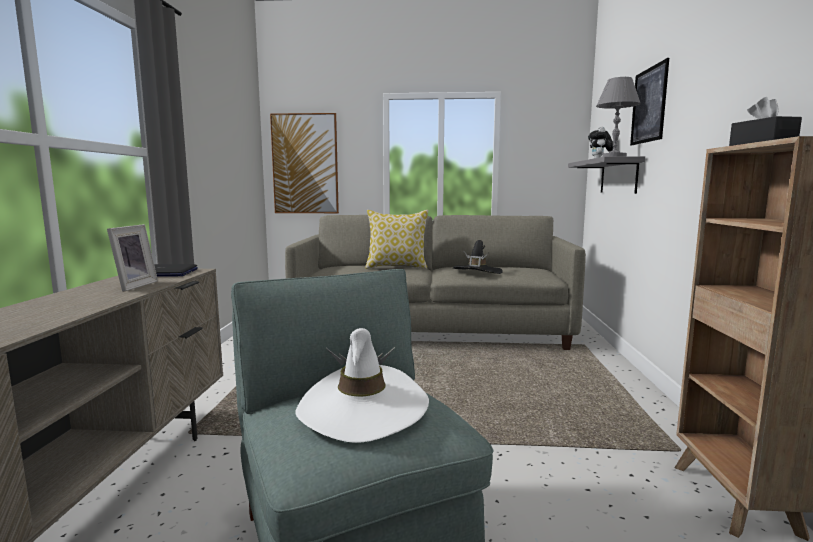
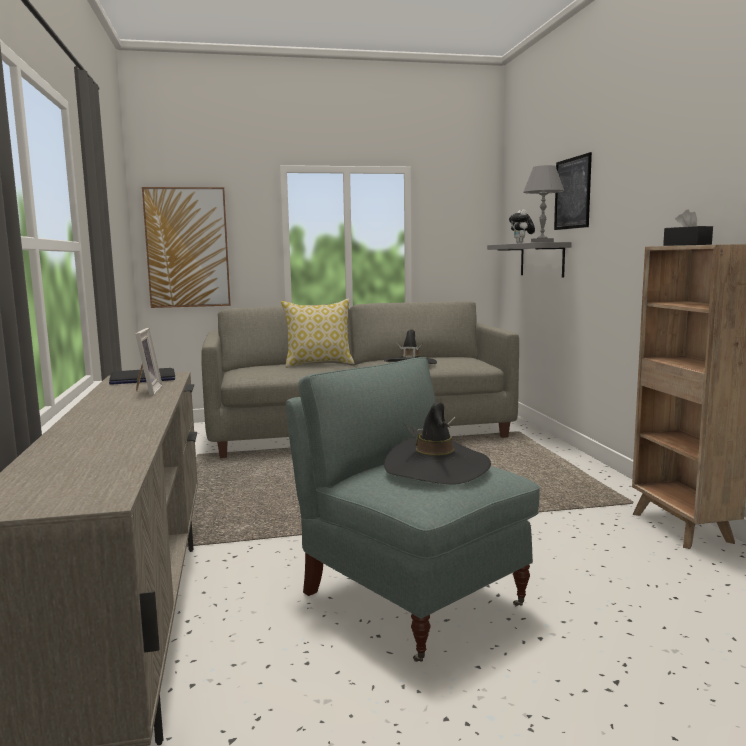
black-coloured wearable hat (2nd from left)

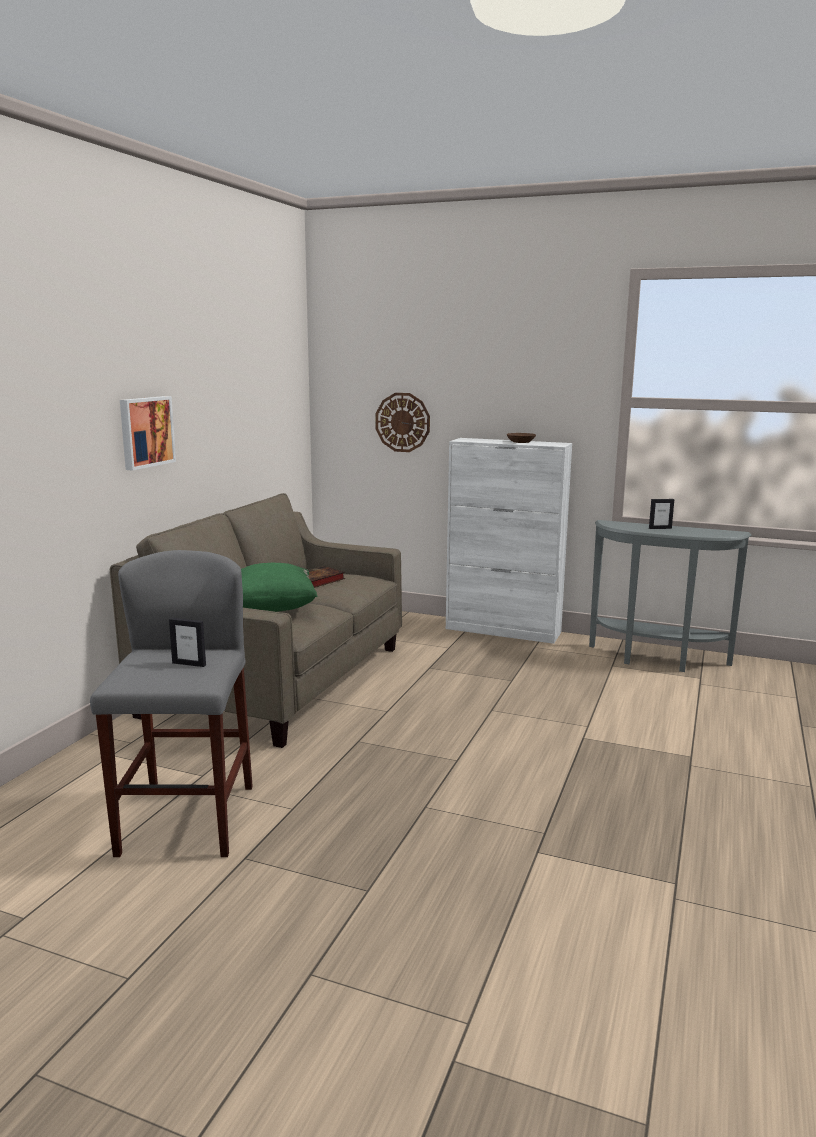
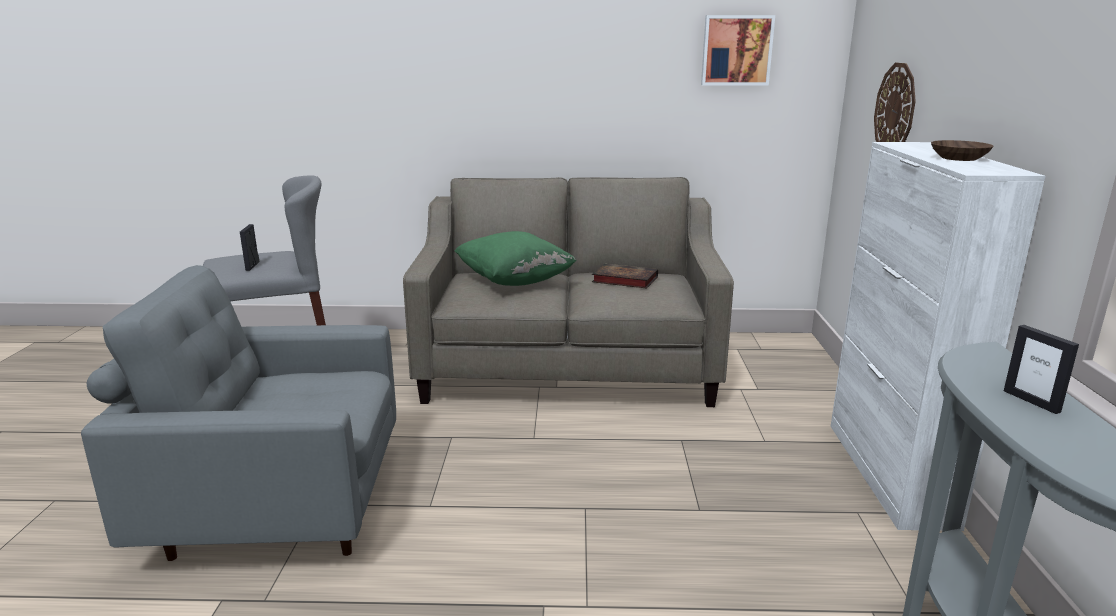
greyish easy chair; wall picture

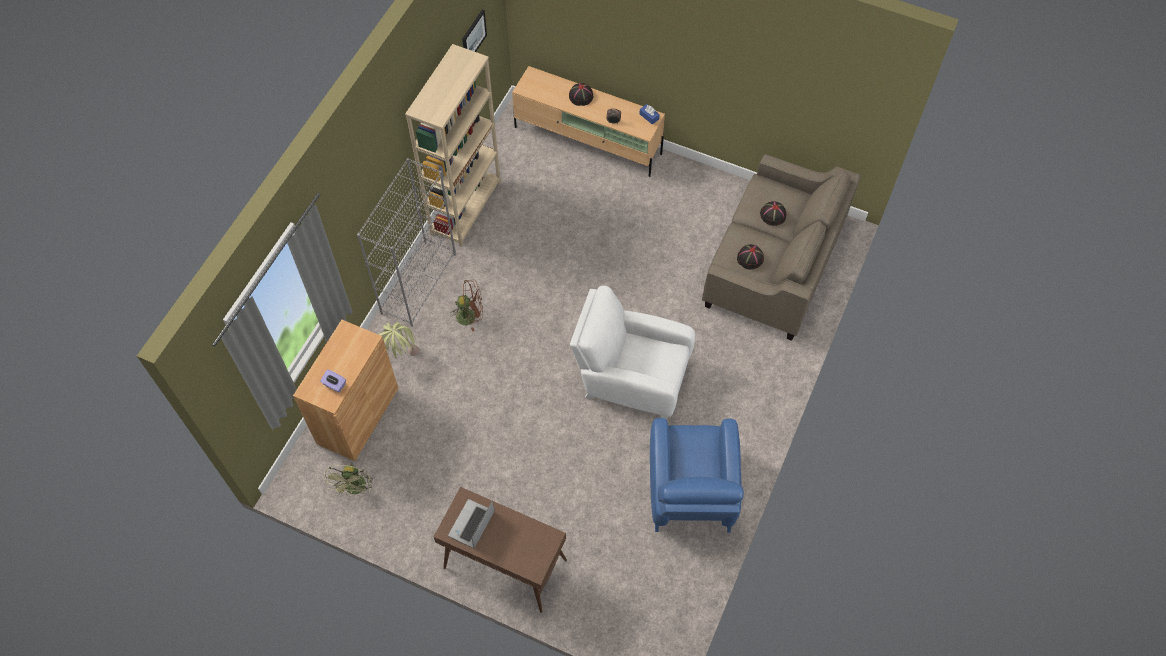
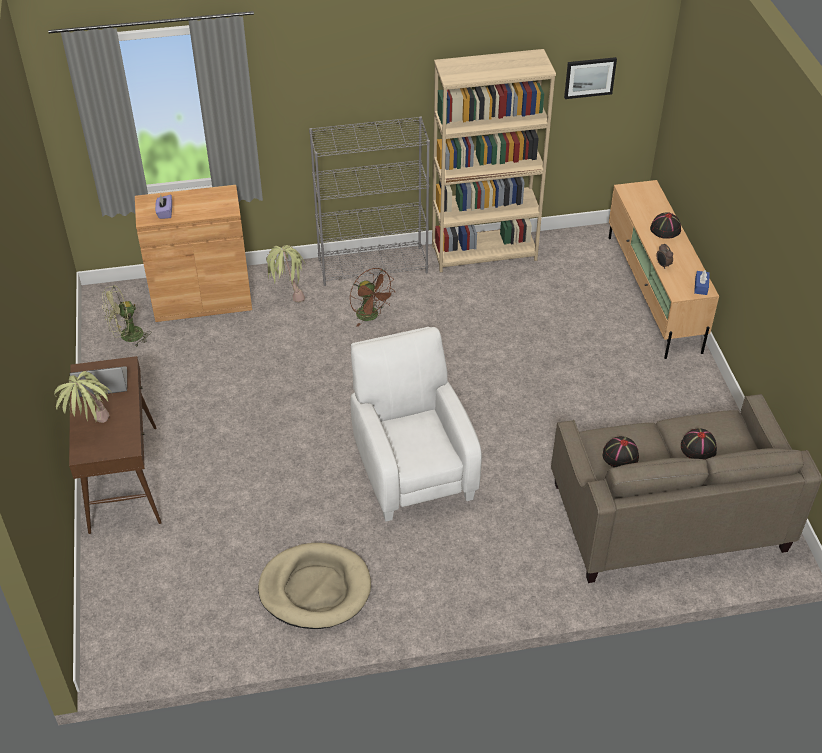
plant in a pot (1st from left); sand-coloured pet bed

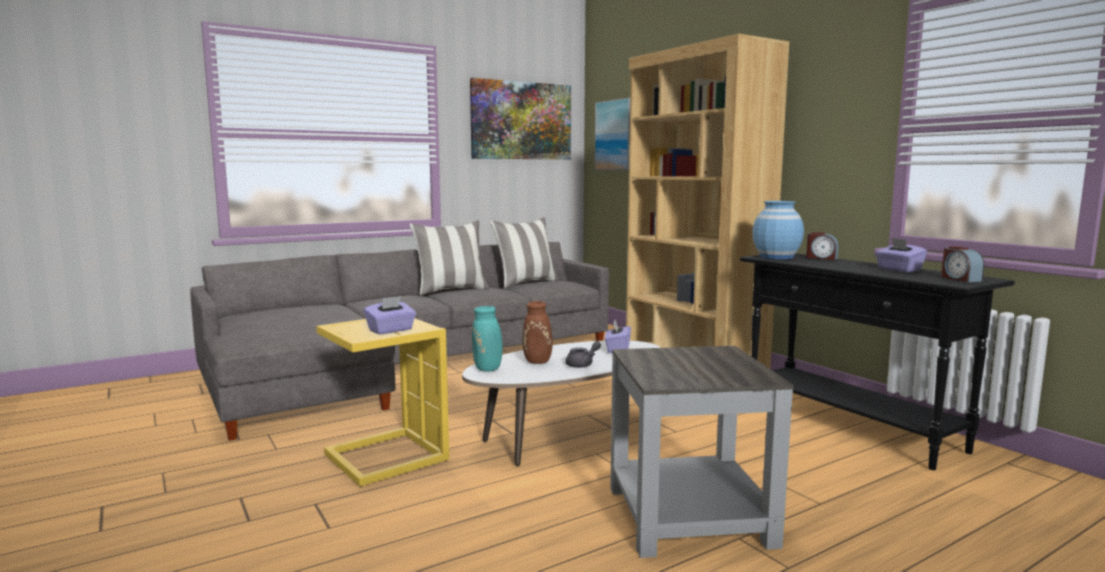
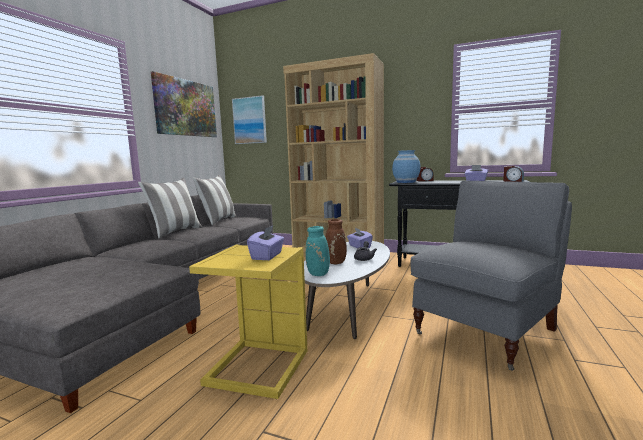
greyish easy chair

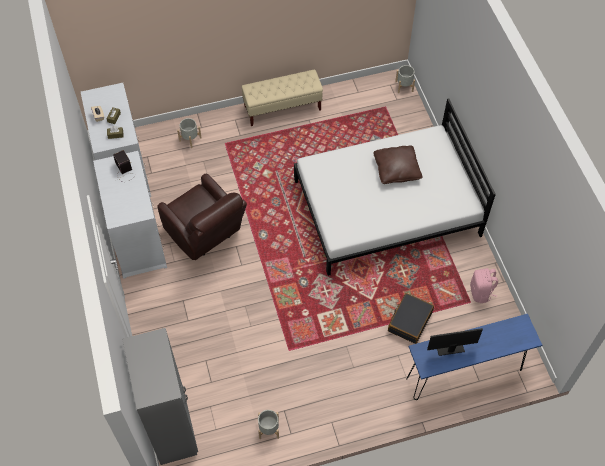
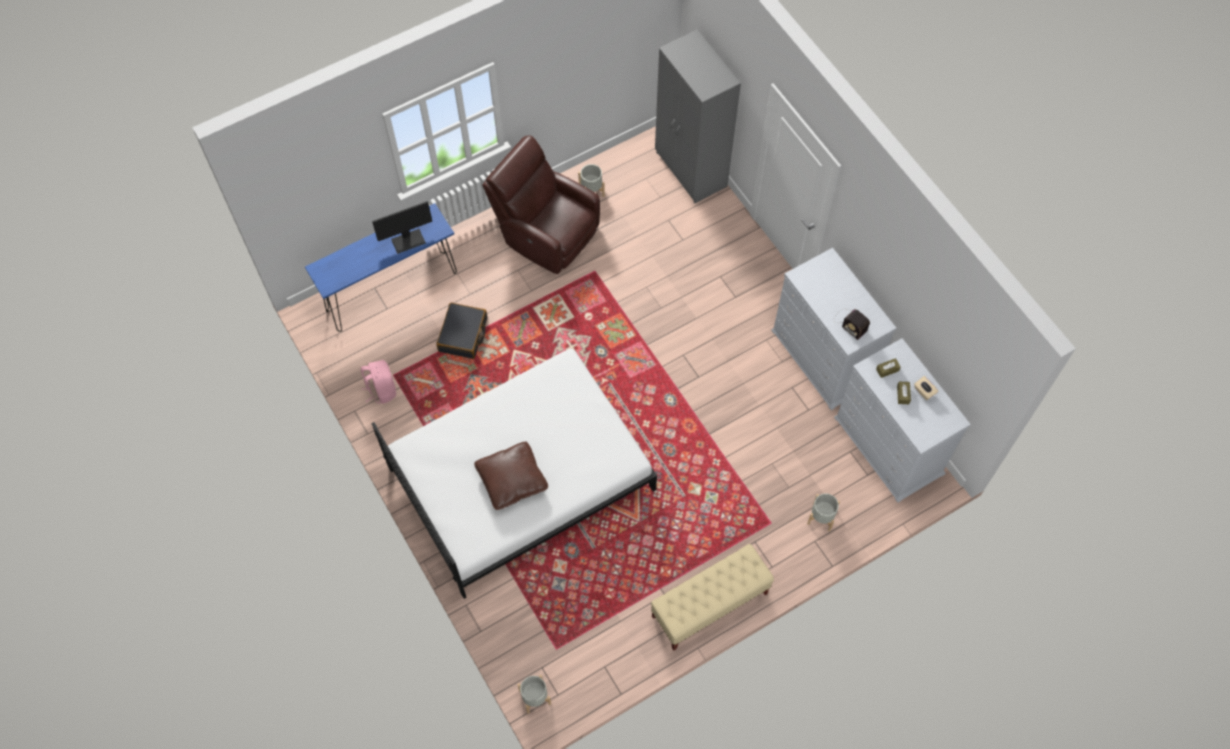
brown-coloured easy chair

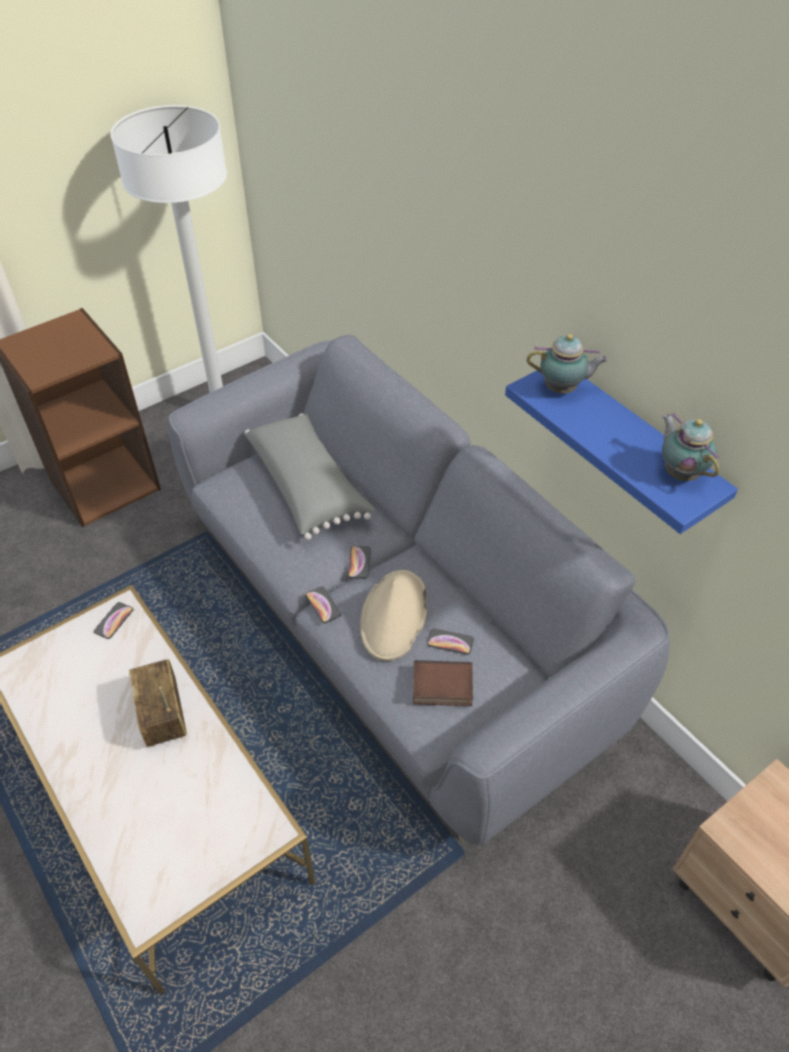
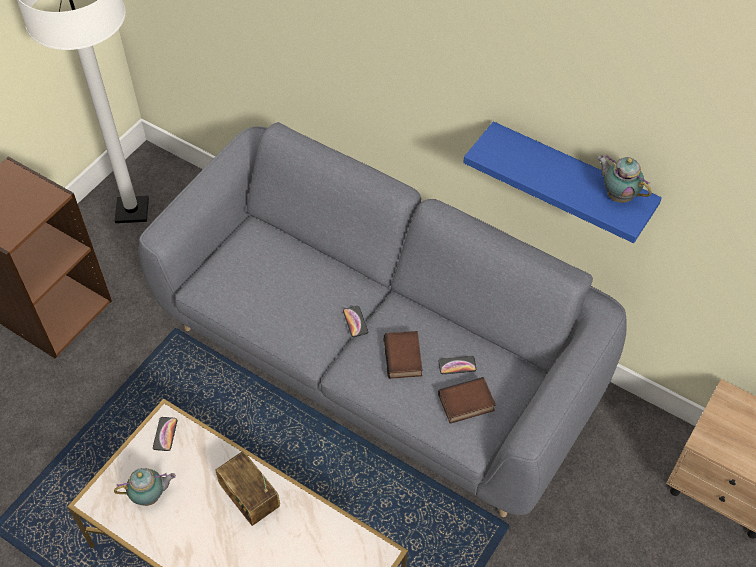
pot for tea (1st from left); book (1st from left); greyish pillow; handset (2nd from left in the first image)

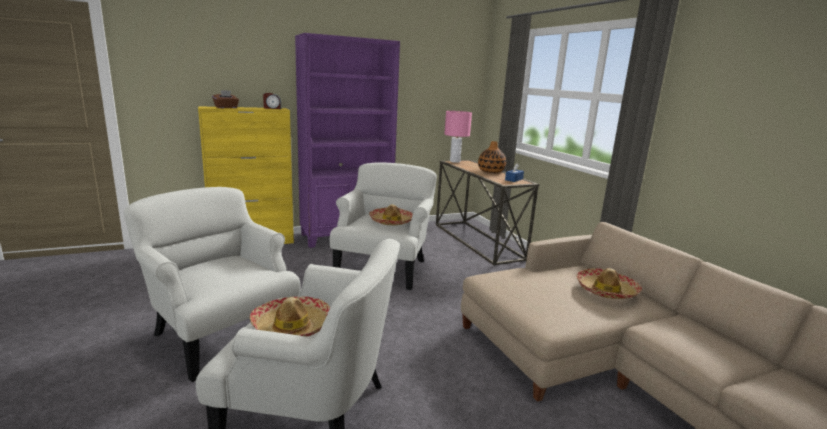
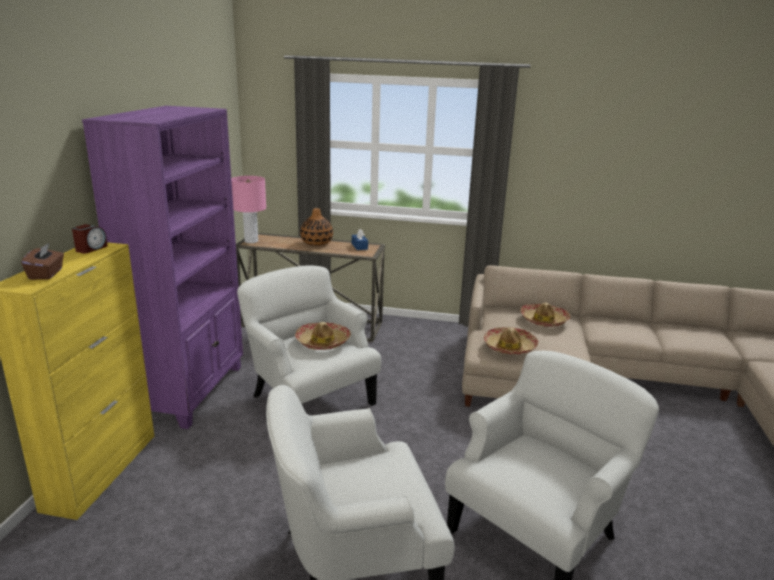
wearable hat (2nd from left)

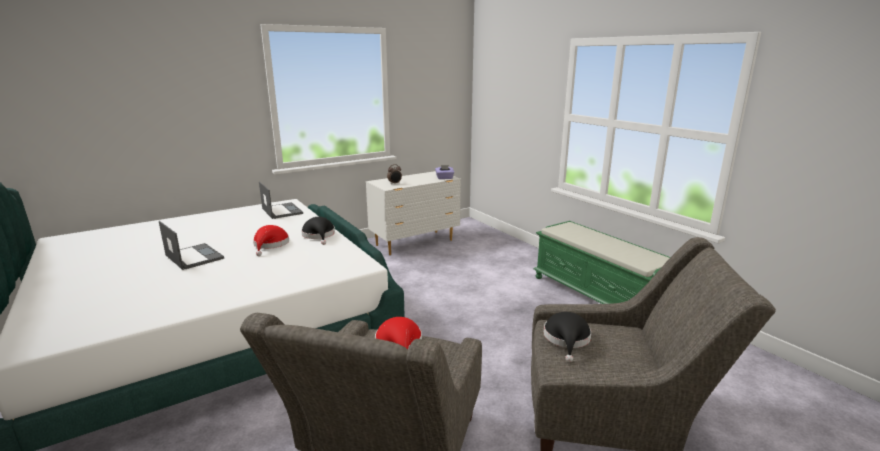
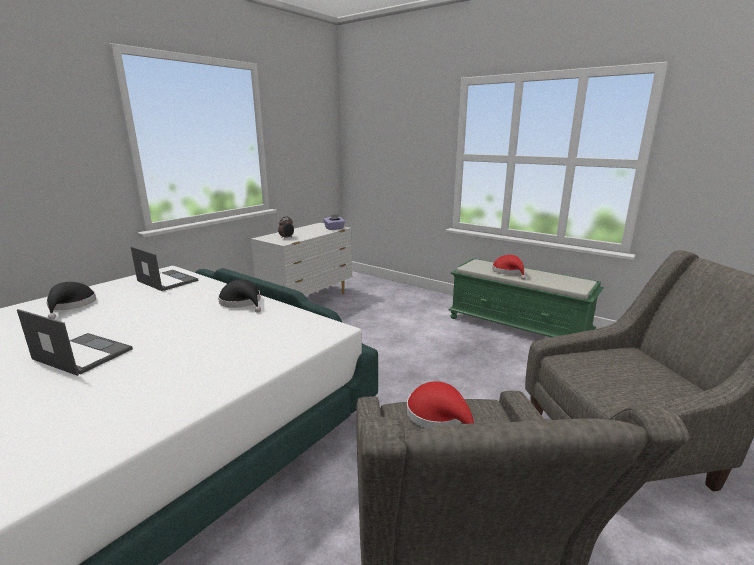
black-coloured wearable hat (1st from left); red-coloured wearable hat (2nd from left)

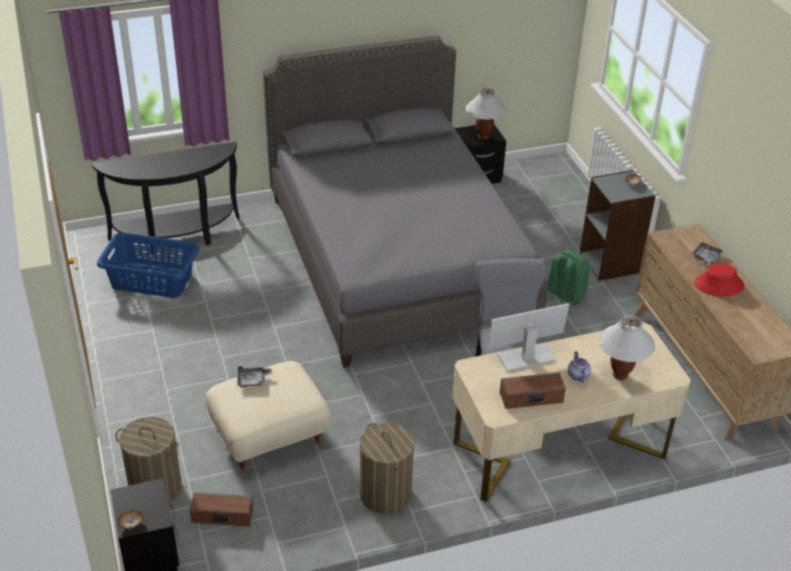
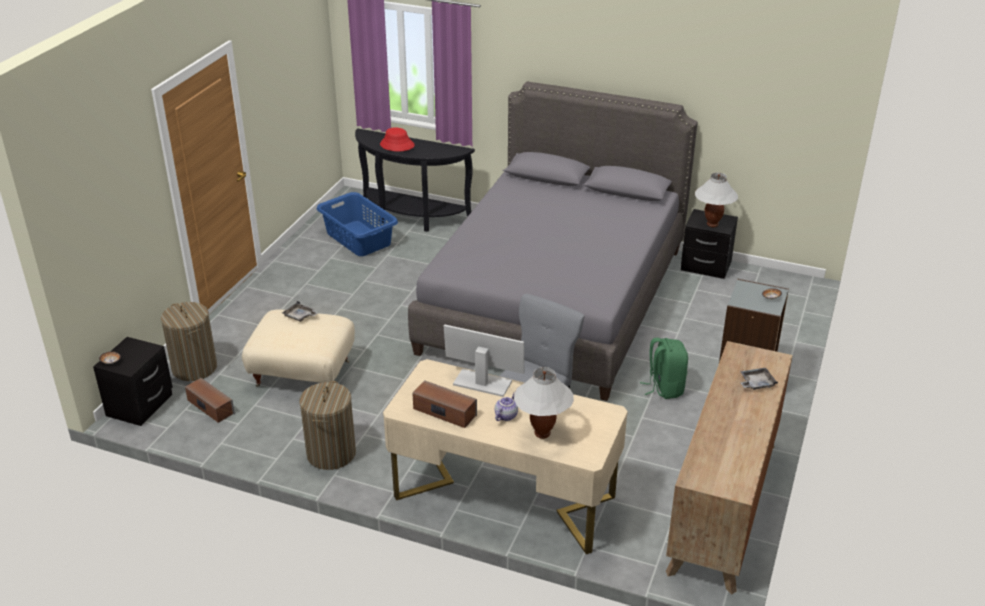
red-coloured wearable hat

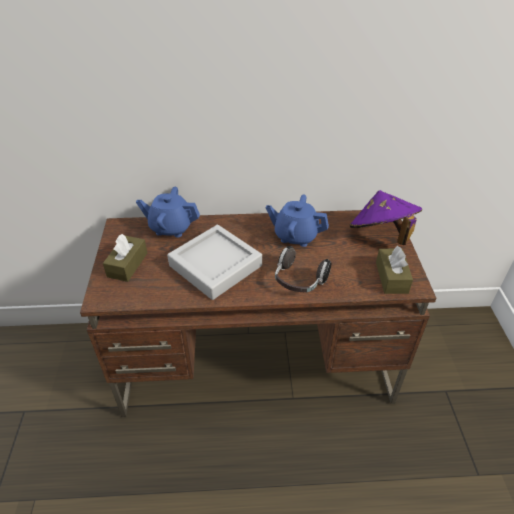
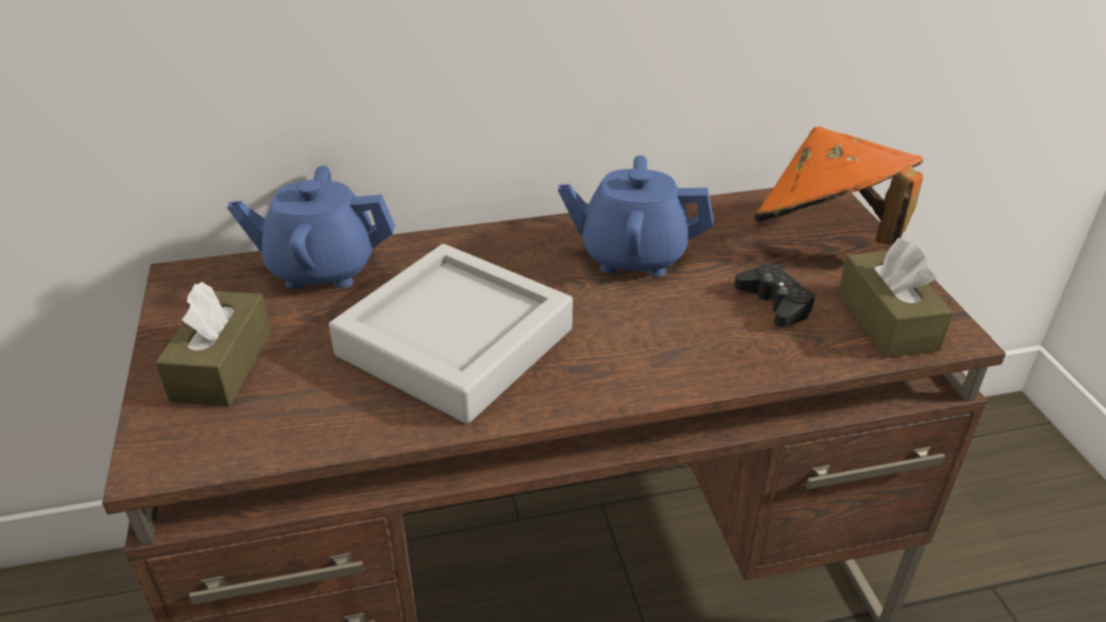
black-coloured game controller; orange-coloured wearable hat; headset

